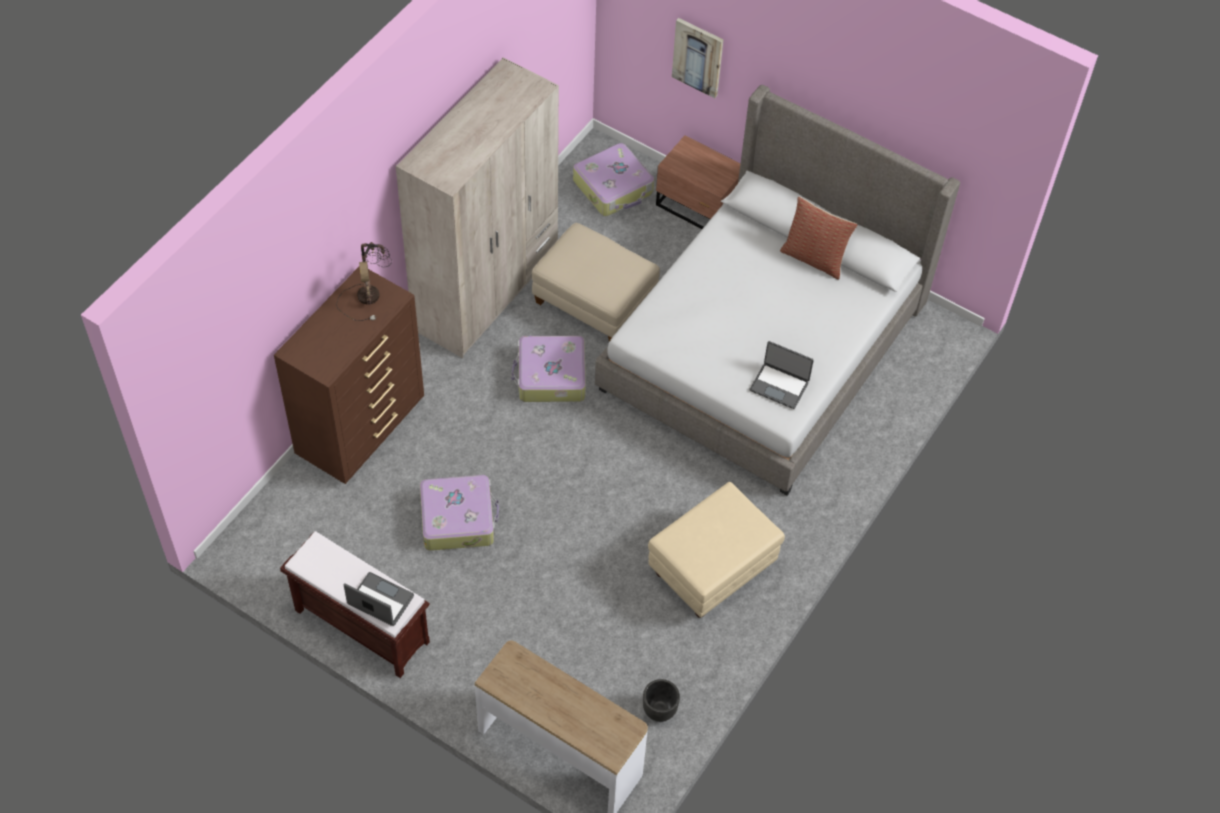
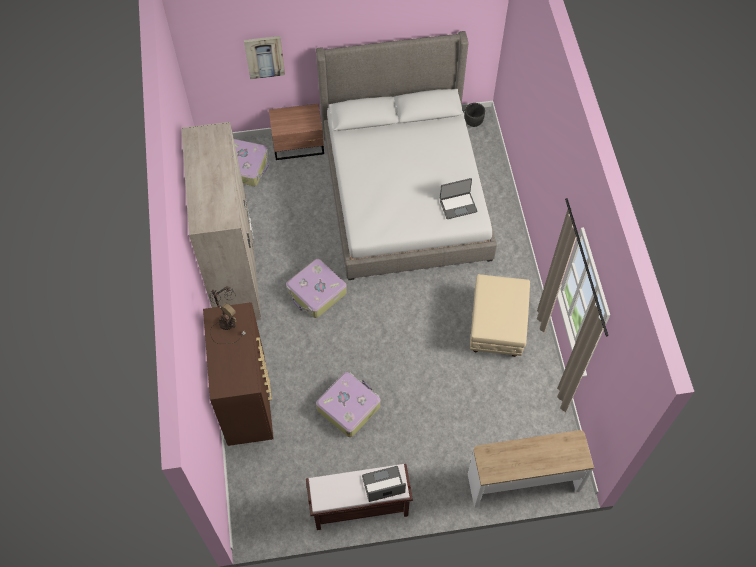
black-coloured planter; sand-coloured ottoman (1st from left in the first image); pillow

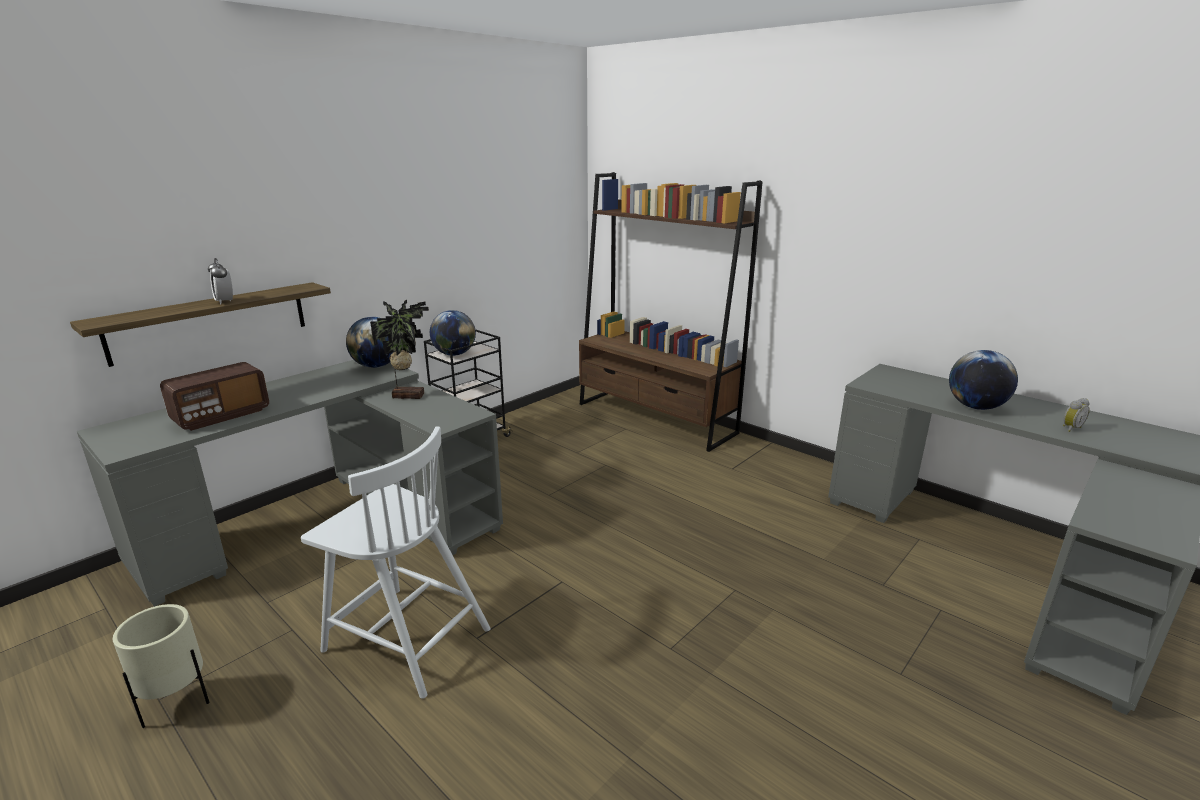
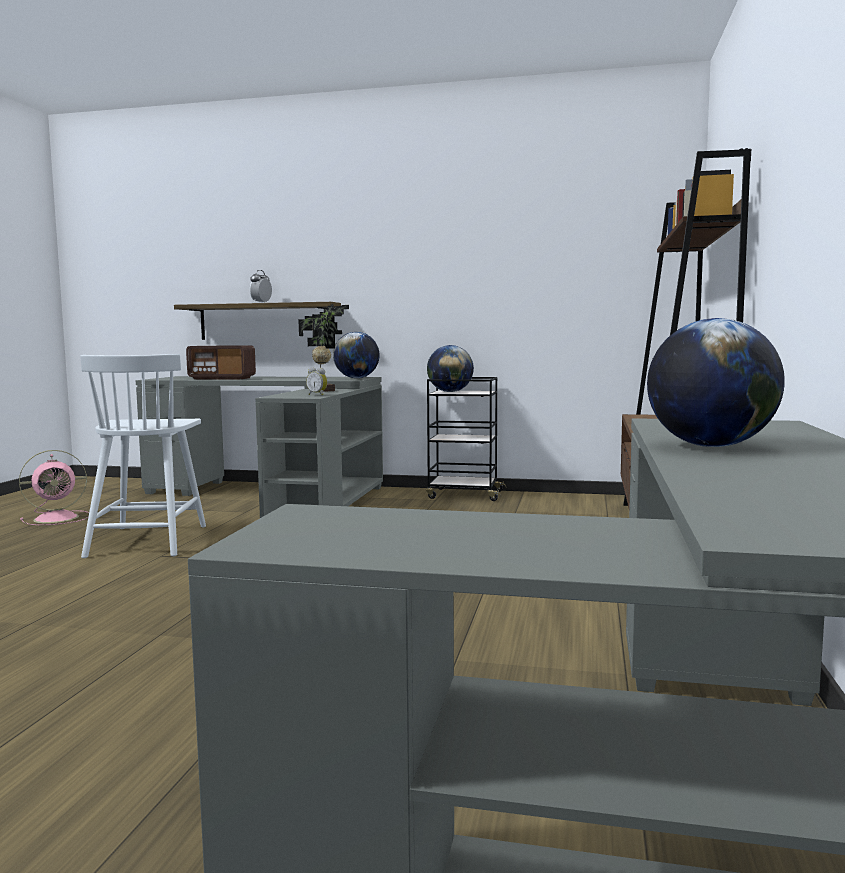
pink cooling fan; bedside clock (2nd from left)

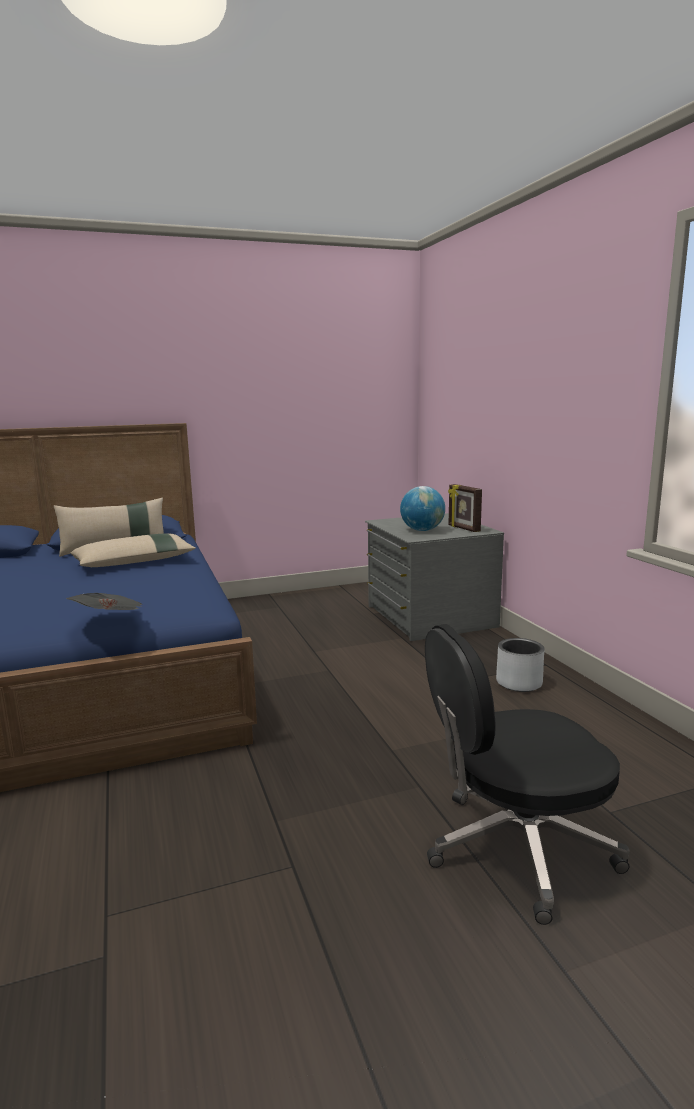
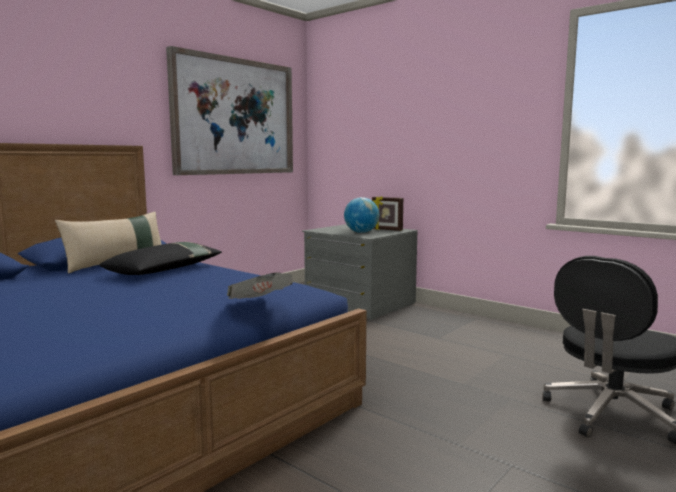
black-coloured pillow; wall picture; greyish planter

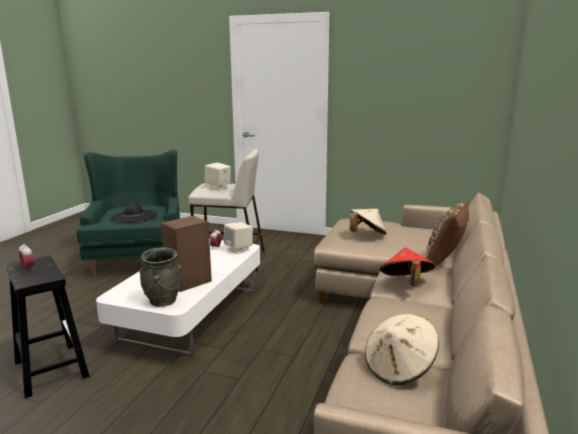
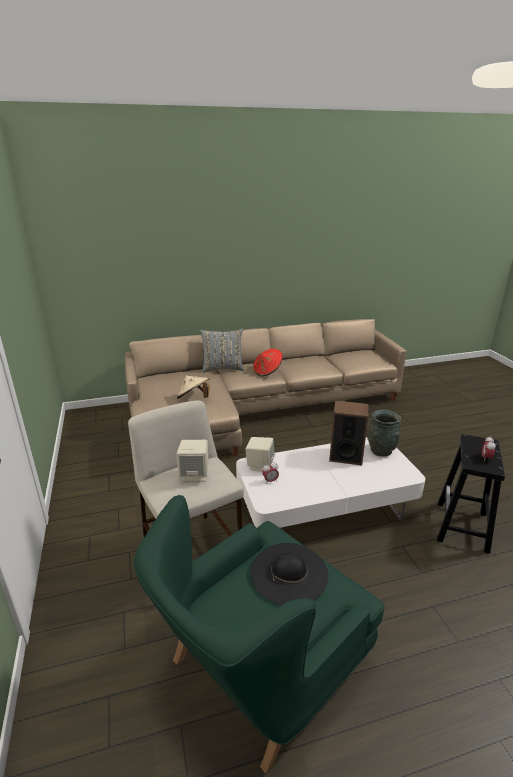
greyish pillow; sand-coloured wearable hat (2nd from left in the first image)

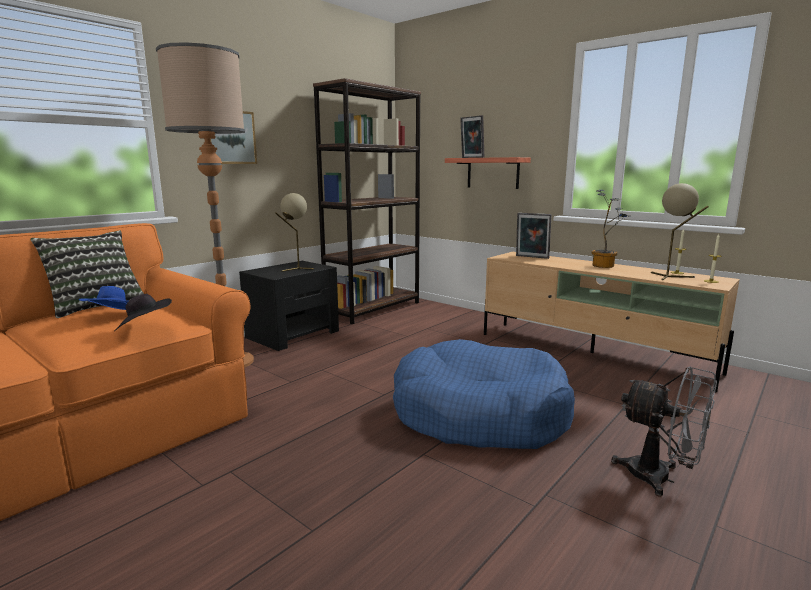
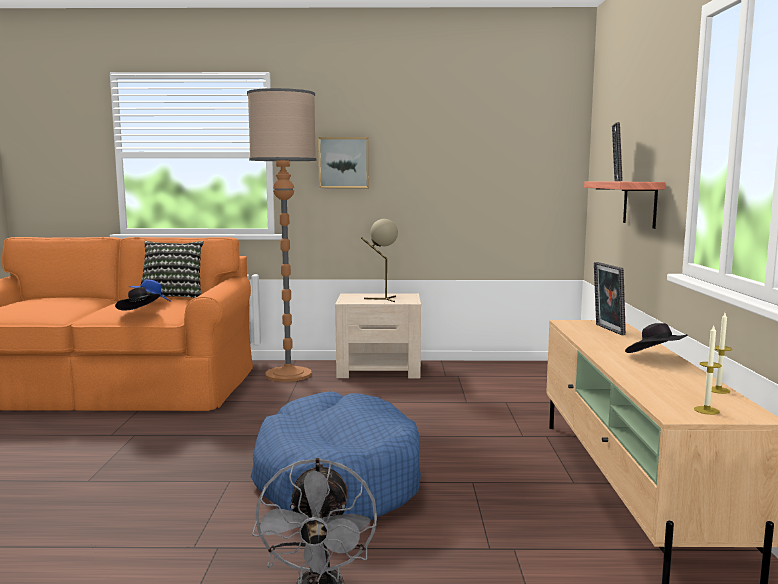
sand-coloured nightstand; black-coloured wearable hat (2nd from left); brown-coloured bookcase; sand-coloured tabletop lamp (2nd from left in the first image)

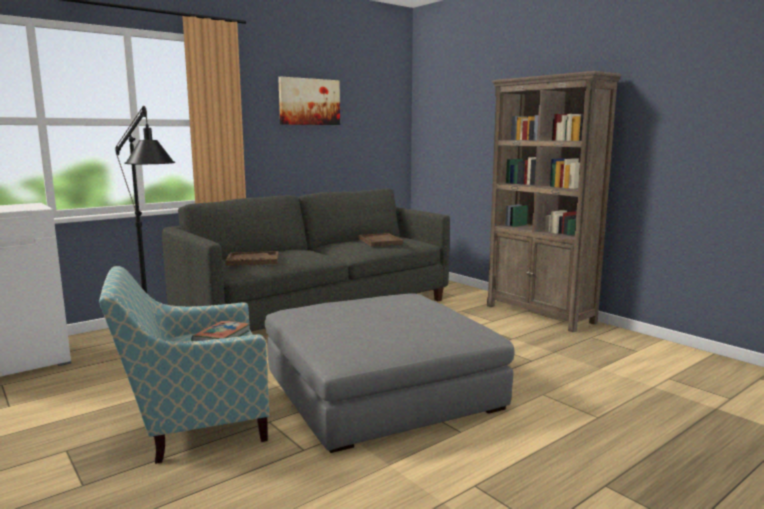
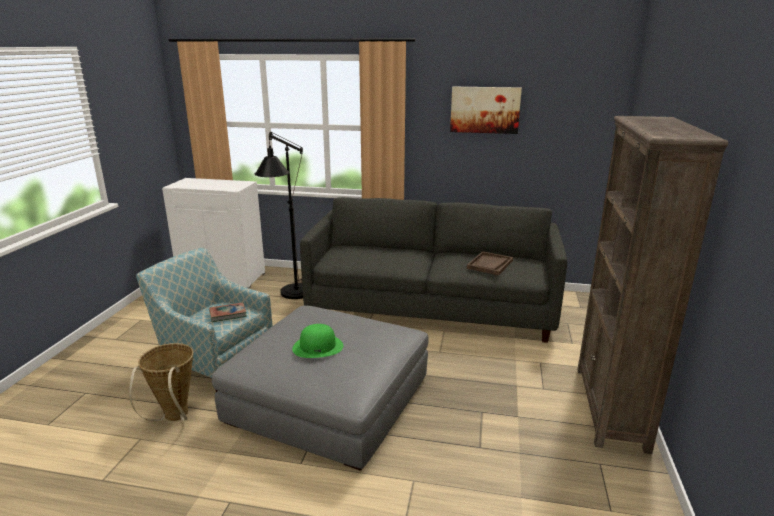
household basket; green wearable hat; brown-coloured serving tray (1st from left in the first image)

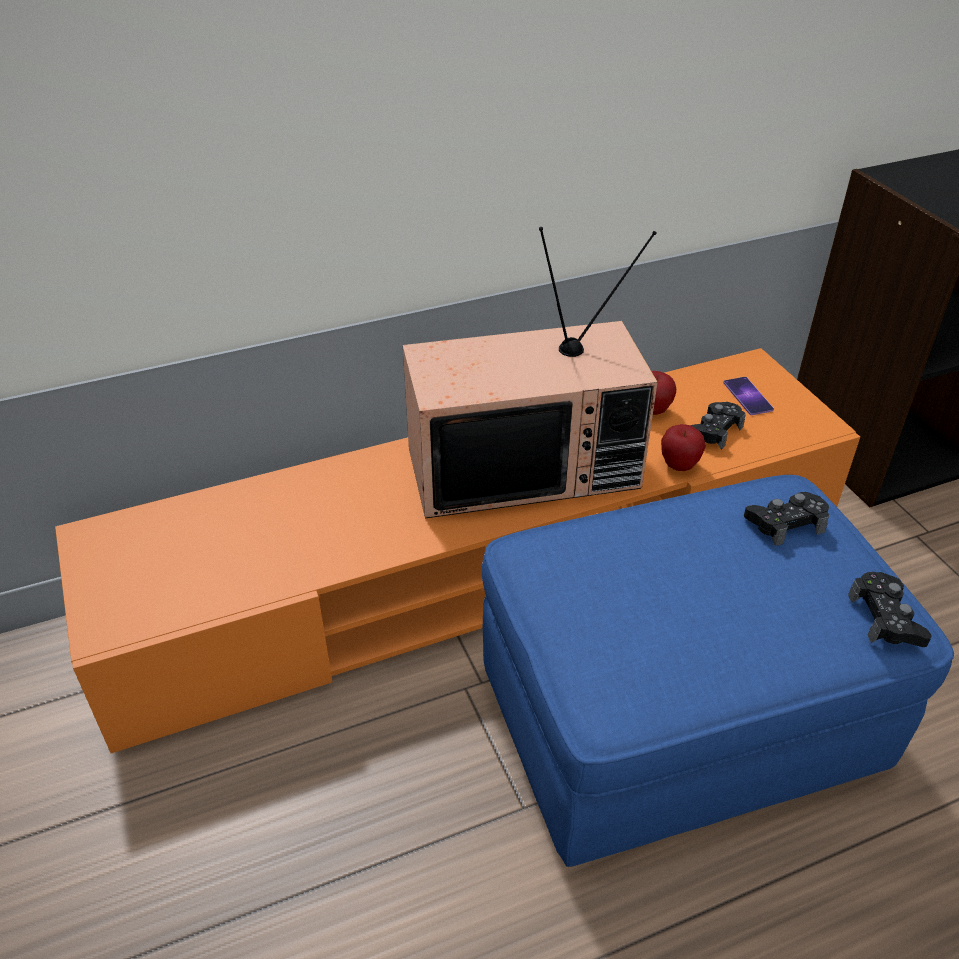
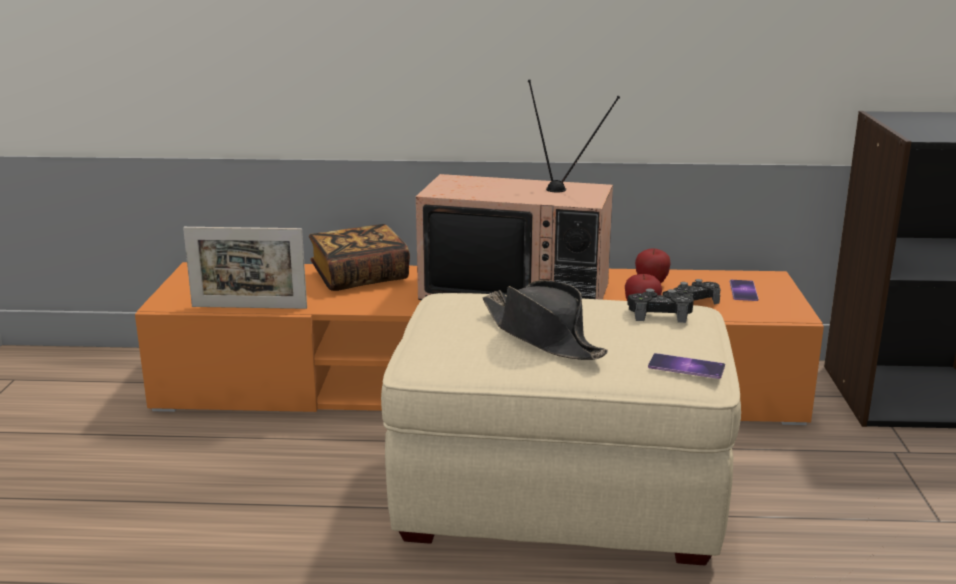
picture frame; book; sand-coloured ottoman; black-coloured wearable hat; handset (1st from left)

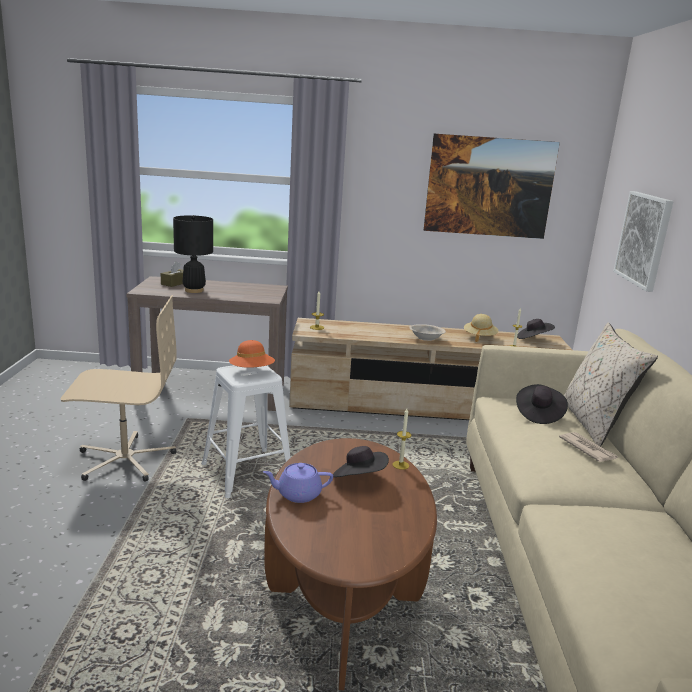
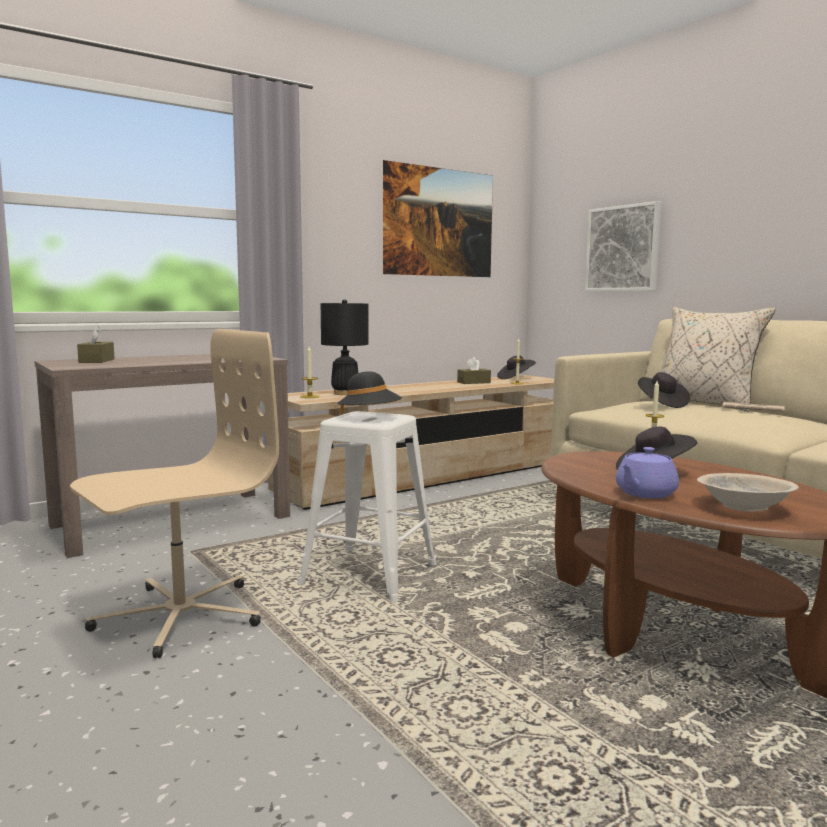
black-coloured tabletop lamp; black-coloured wearable hat (1st from left); brown-coloured box of tissues (2nd from left); sand-coloured serving bowl

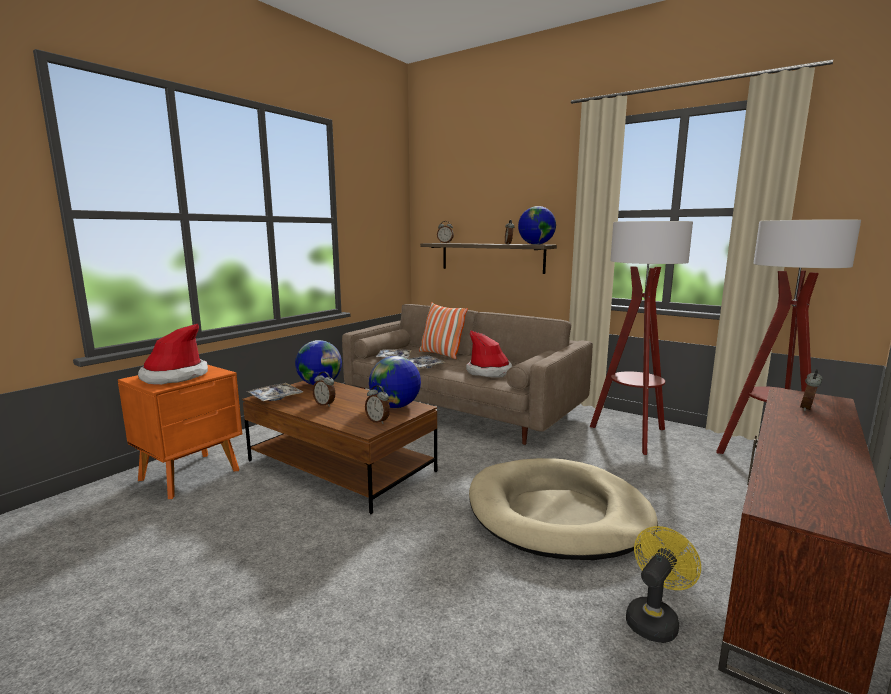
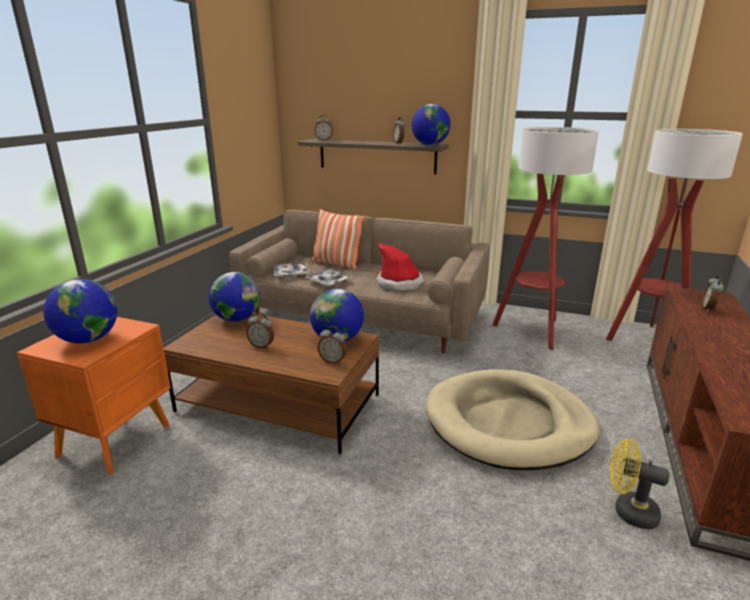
globe (1st from left); yellow cooling fan; serving tray (1st from left in the first image)

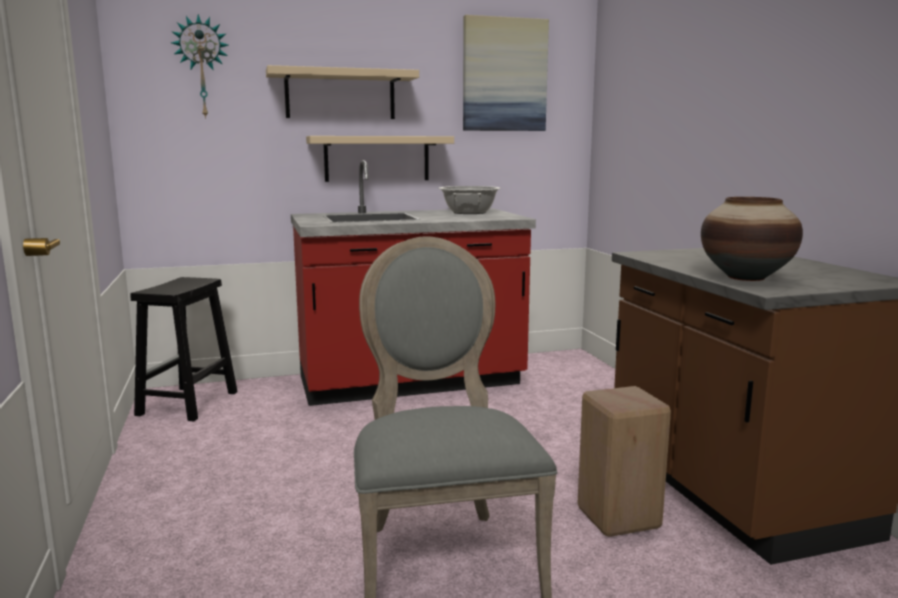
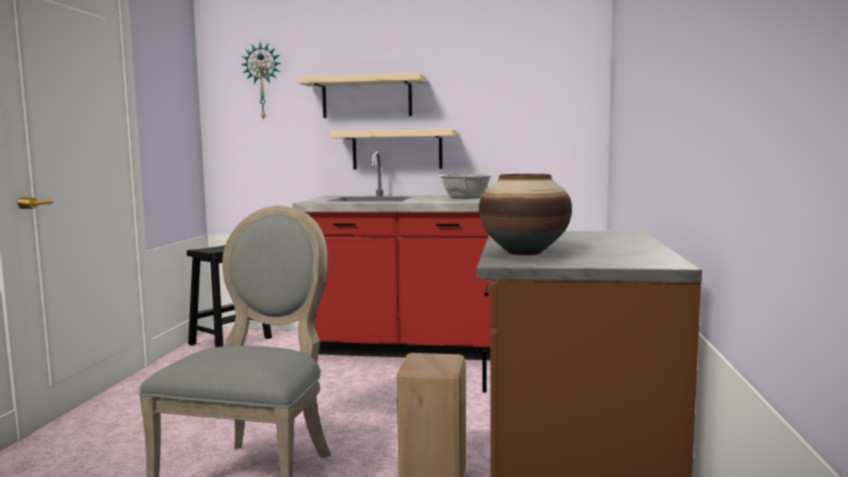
wall picture

